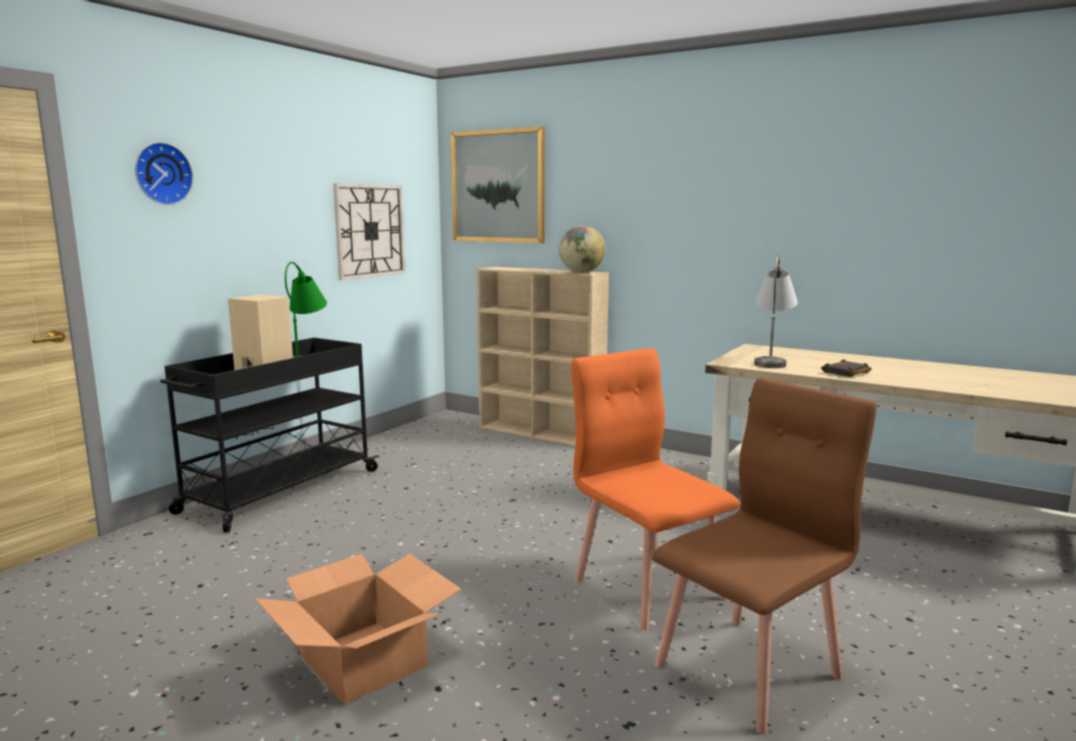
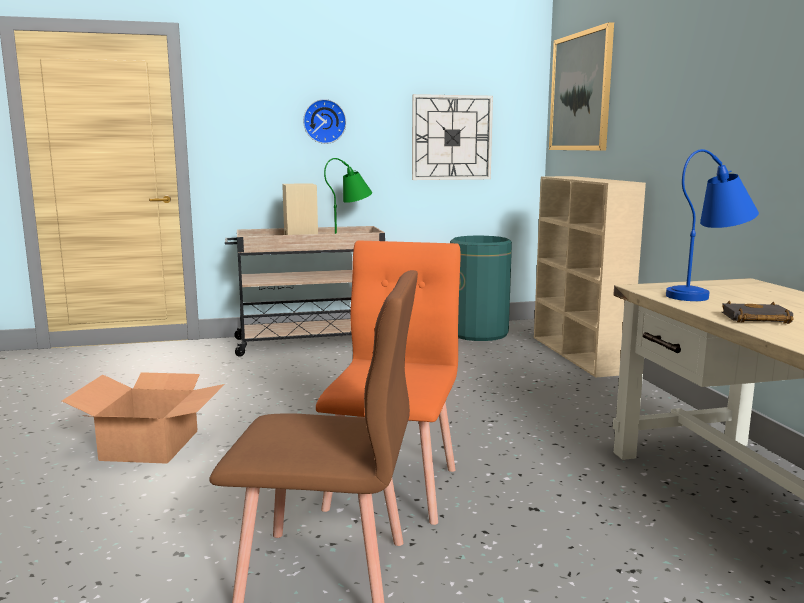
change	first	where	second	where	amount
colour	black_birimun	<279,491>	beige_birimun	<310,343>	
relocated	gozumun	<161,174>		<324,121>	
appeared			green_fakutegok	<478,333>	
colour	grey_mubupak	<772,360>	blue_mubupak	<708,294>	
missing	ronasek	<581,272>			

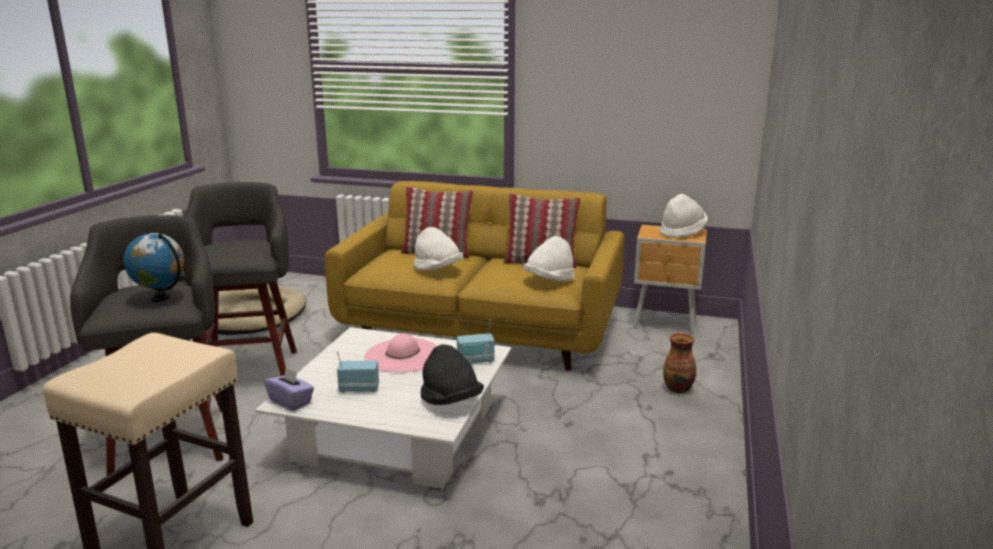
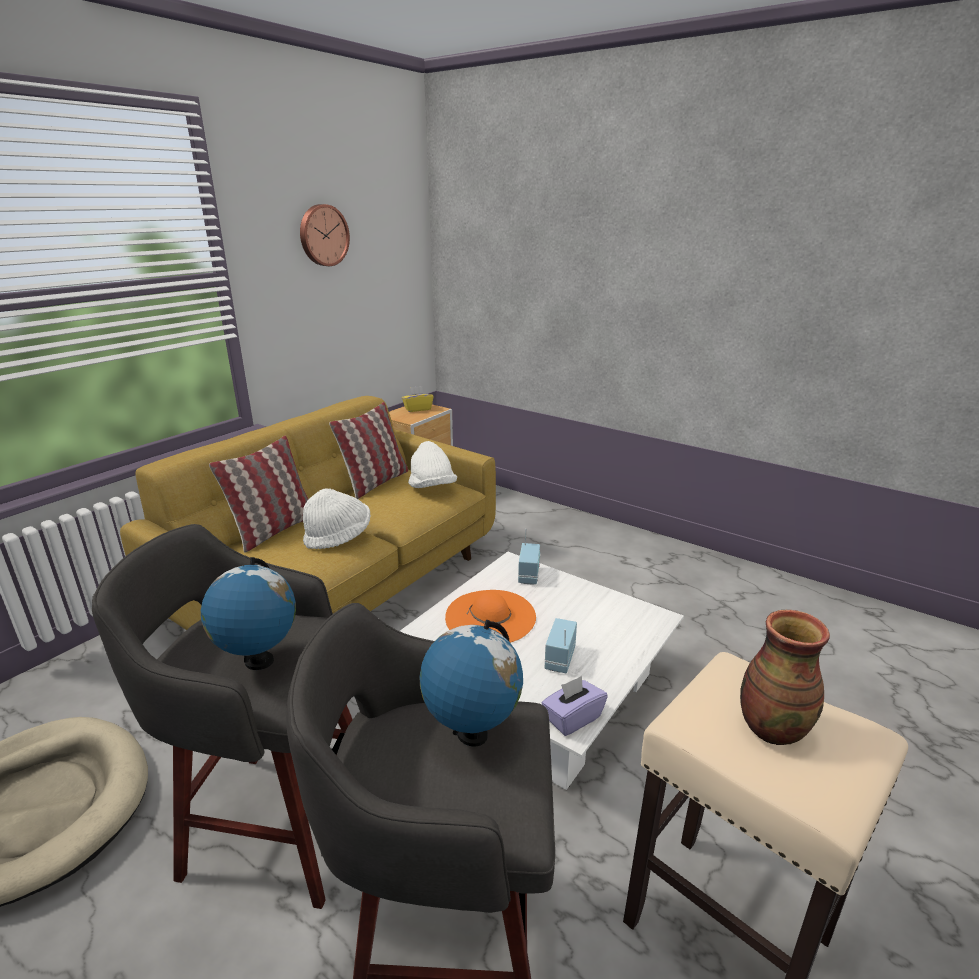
change	first	where	second	where	amount
appeared			ronasek	<259,661>	
appeared			gozumun	<323,235>	
exchanged	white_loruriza	<682,232>	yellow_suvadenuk	<417,409>	
colour	pink_loruriza	<403,355>	orange_loruriza	<490,616>	
relocated	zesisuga	<678,388>		<771,727>	
missing	black_loruriza	<450,401>			

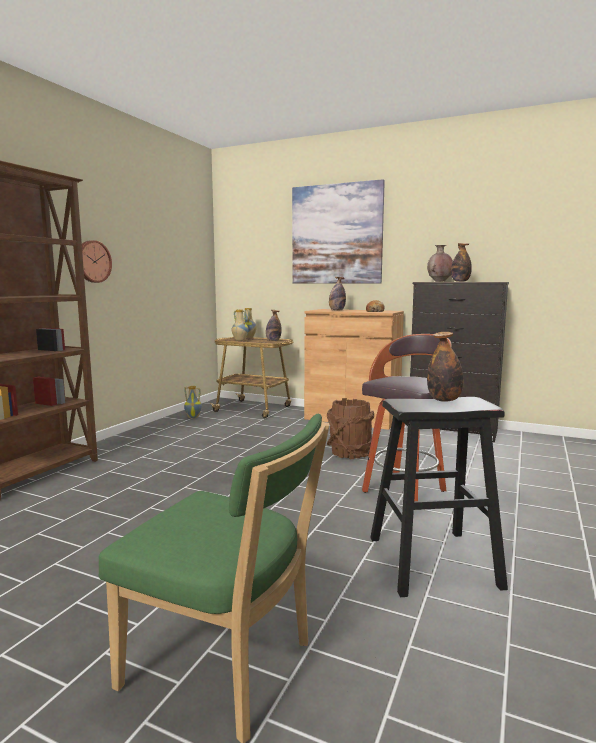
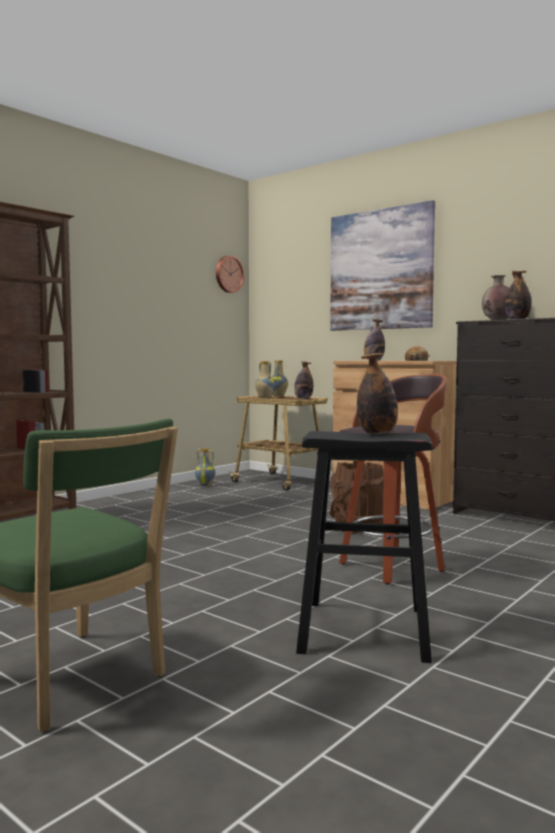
change	first	where	second	where	amount
relocated	gozumun	<92,261>		<228,274>	

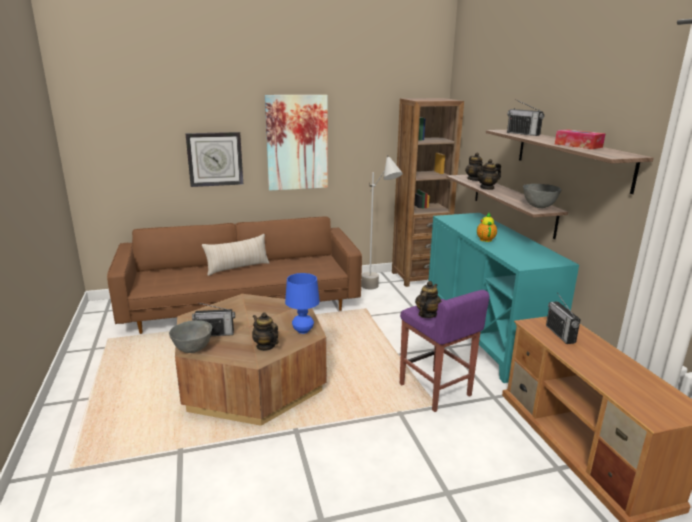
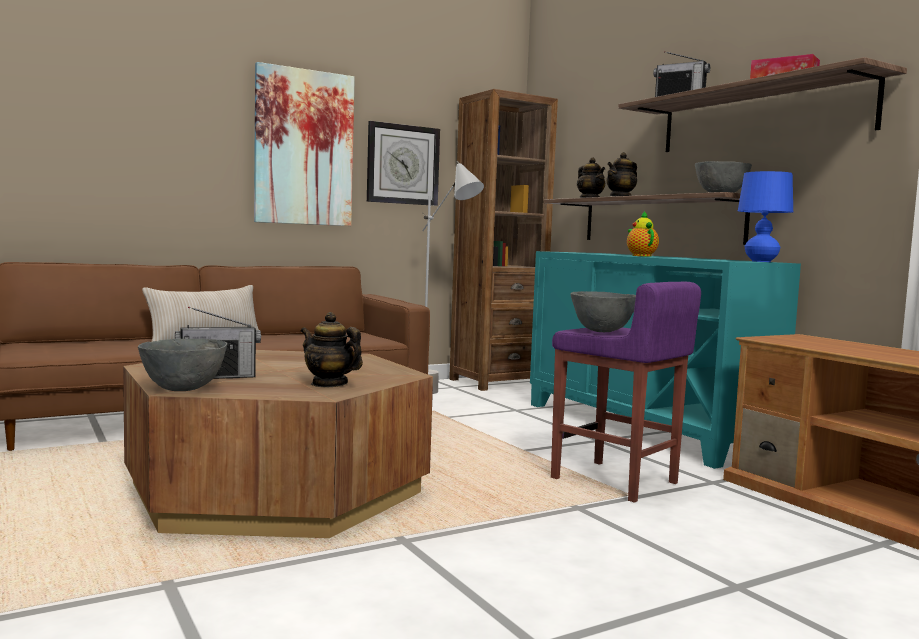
change	first	where	second	where	amount
relocated	gozumun	<215,159>		<402,164>	
exchanged	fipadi	<427,314>	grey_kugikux	<602,331>	
relocated	blue_mubupak	<303,330>		<761,261>	
missing	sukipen	<560,334>			

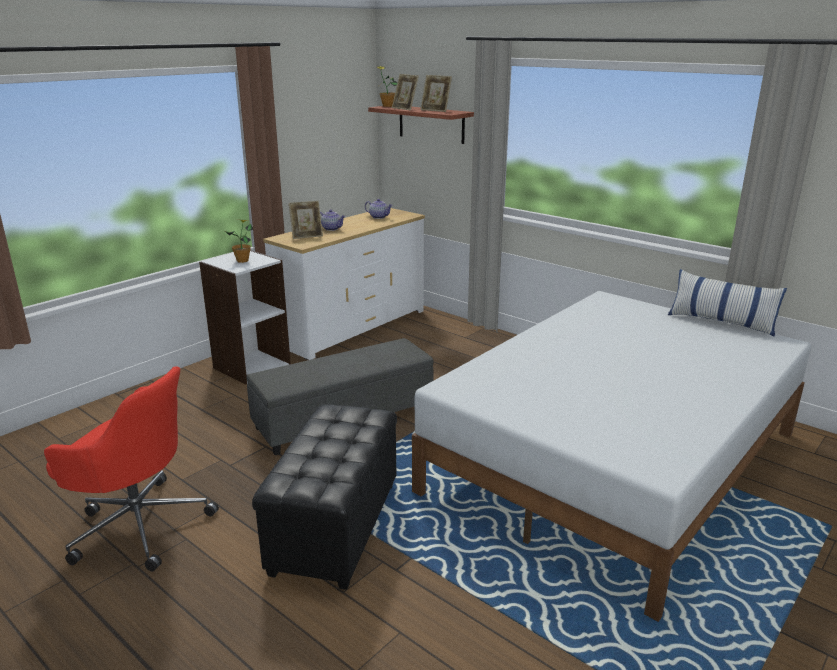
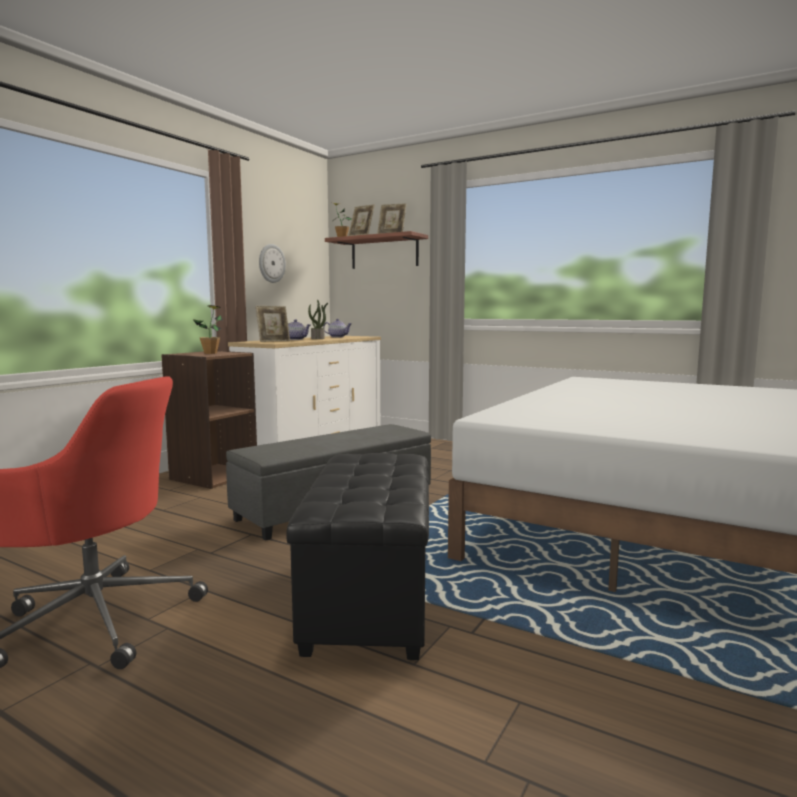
change	first	where	second	where	amount
colour	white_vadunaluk	<251,366>	brown_vadunaluk	<213,476>	
appeared			gozumun	<271,263>	
appeared			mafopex	<318,338>	
missing	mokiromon	<721,322>			

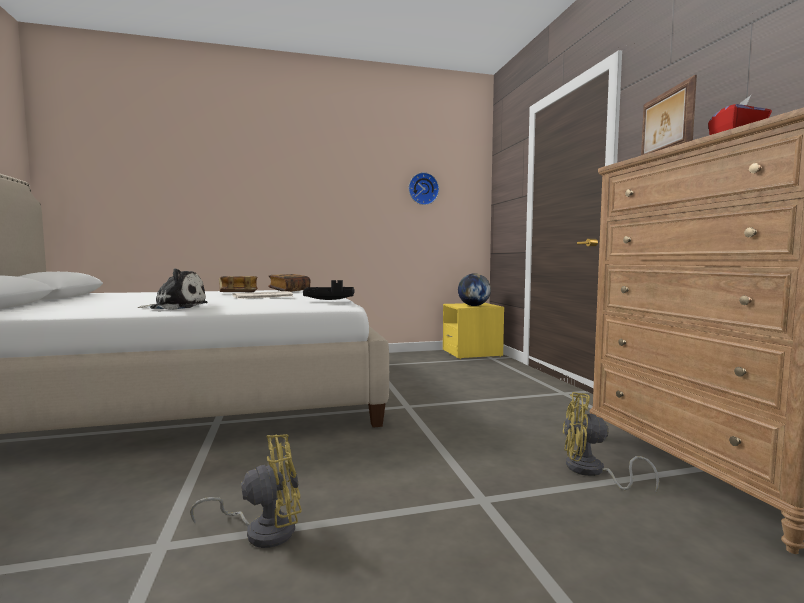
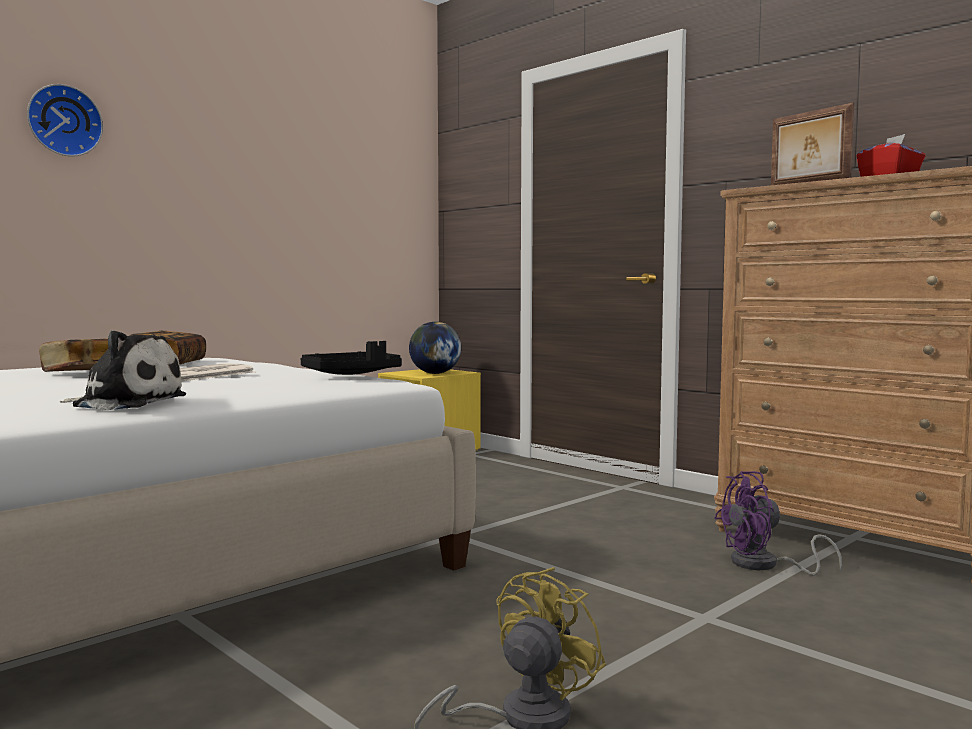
change	first	where	second	where	amount
relocated	gozumun	<423,189>		<64,121>	
spun	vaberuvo	<176,307>		<125,403>	45 degrees clockwise
colour	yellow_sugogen	<591,472>	purple_sugogen	<764,565>	

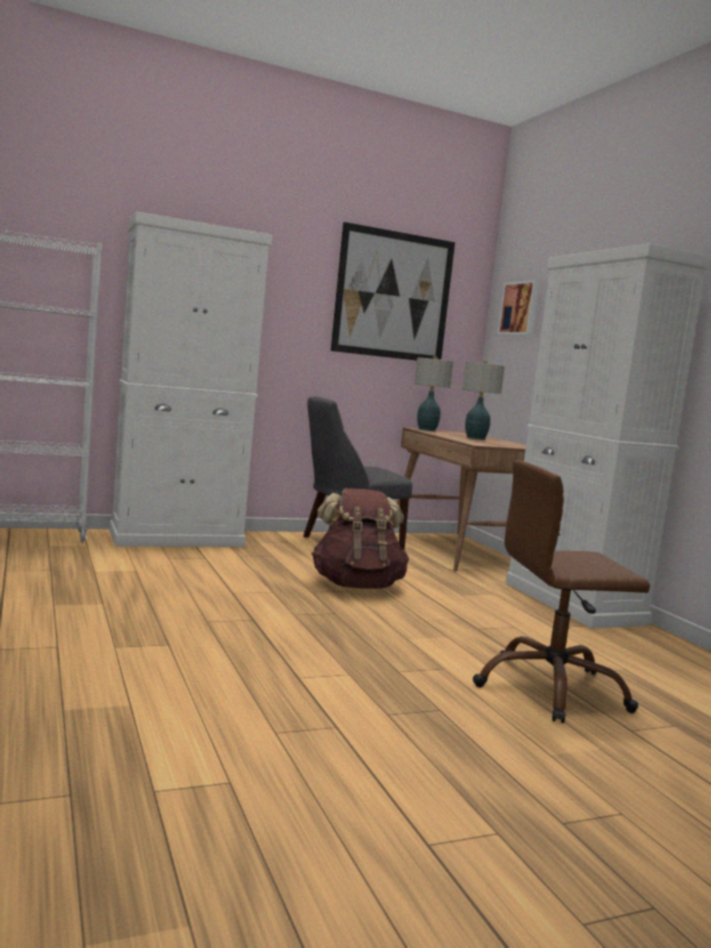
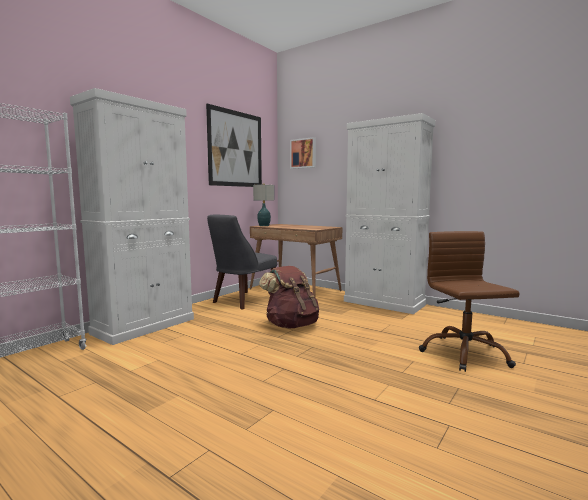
change	first	where	second	where	amount
spun	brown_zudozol	<551,689>		<464,353>	120 degrees clockwise
missing	mubupak	<476,438>			

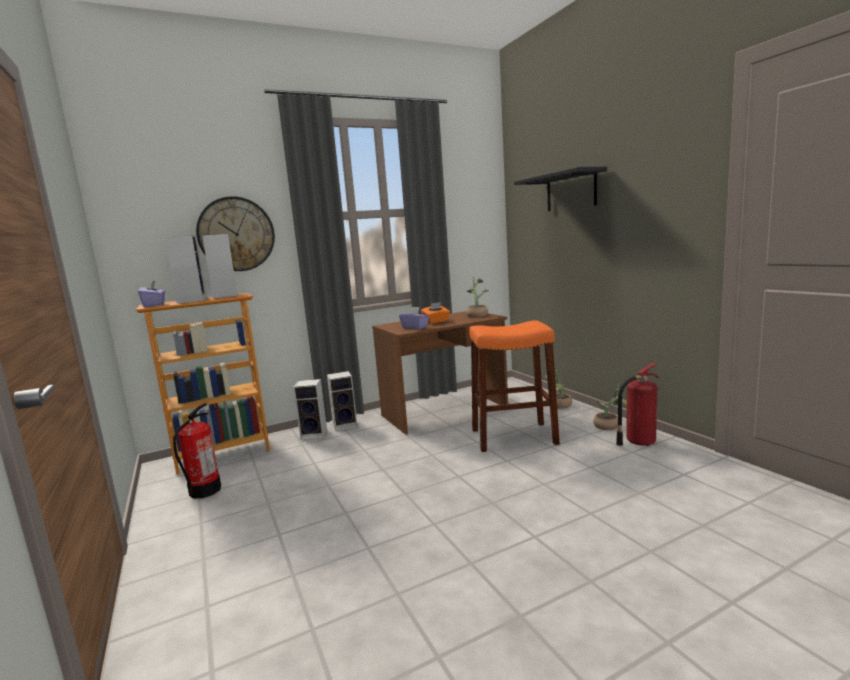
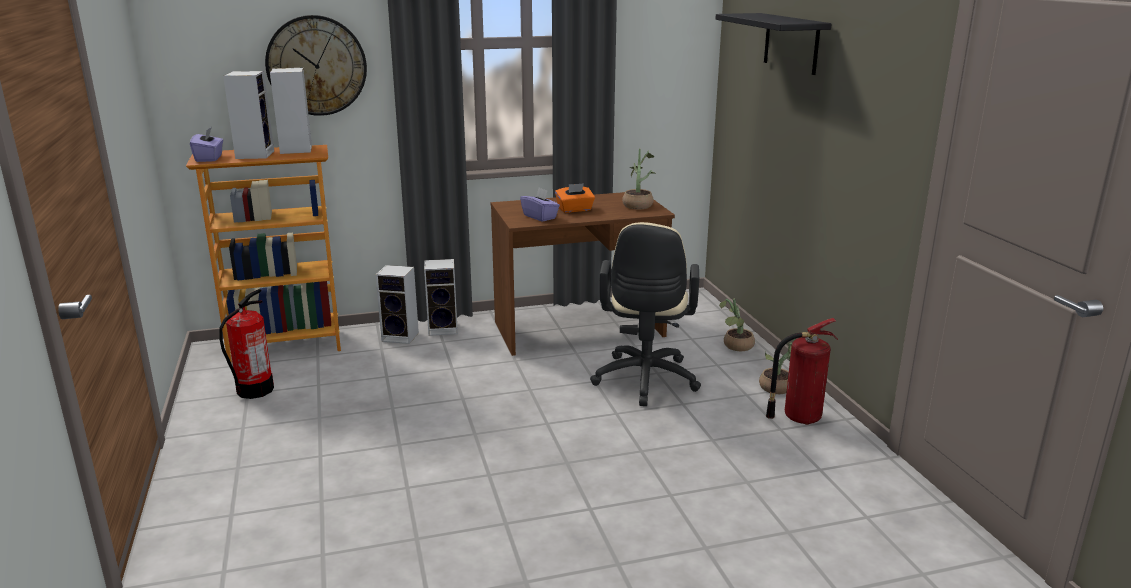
change	first	where	second	where	amount
exchanged	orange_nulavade	<513,437>	beige_zudozol	<645,382>	

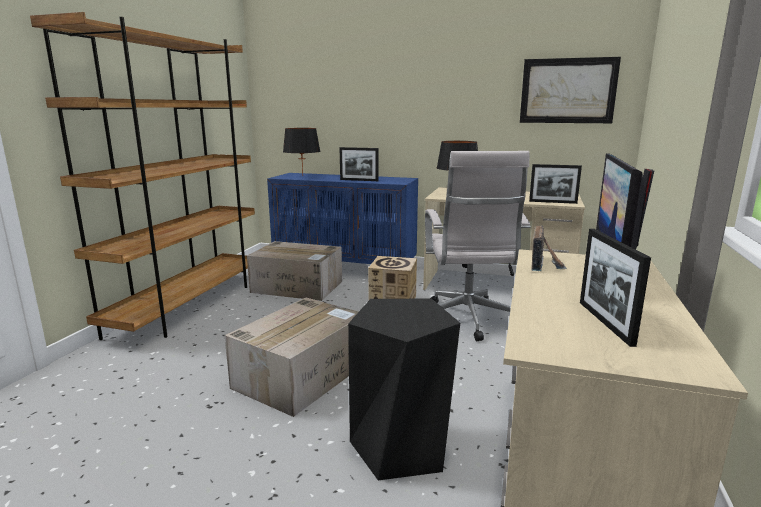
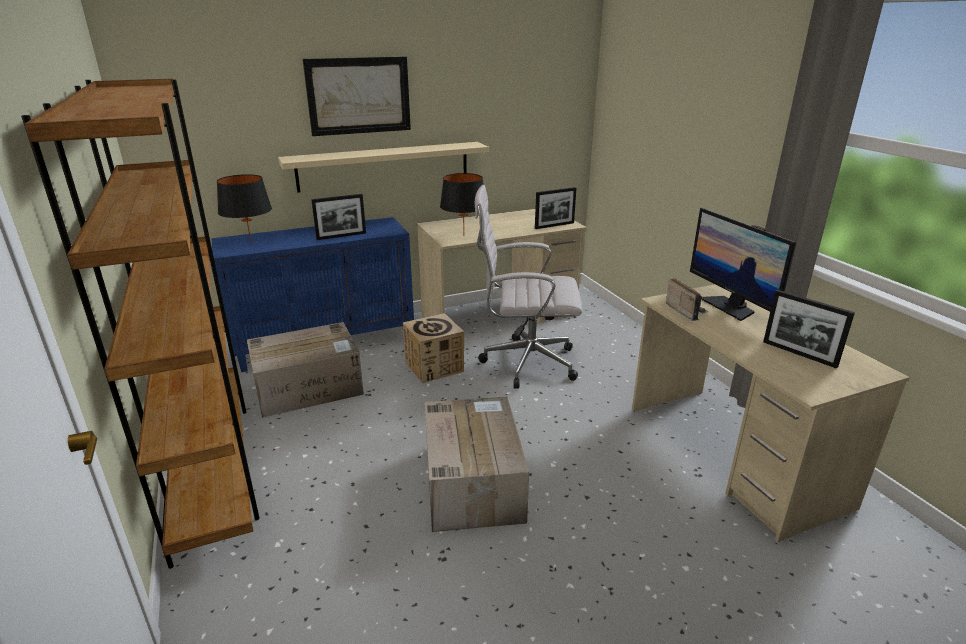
change	first	where	second	where	amount
appeared			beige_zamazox	<384,166>	
relocated	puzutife	<567,91>		<358,95>	
spun	white_zudozol	<468,321>		<525,363>	135 degrees clockwise
missing	black_nulavade	<401,446>			

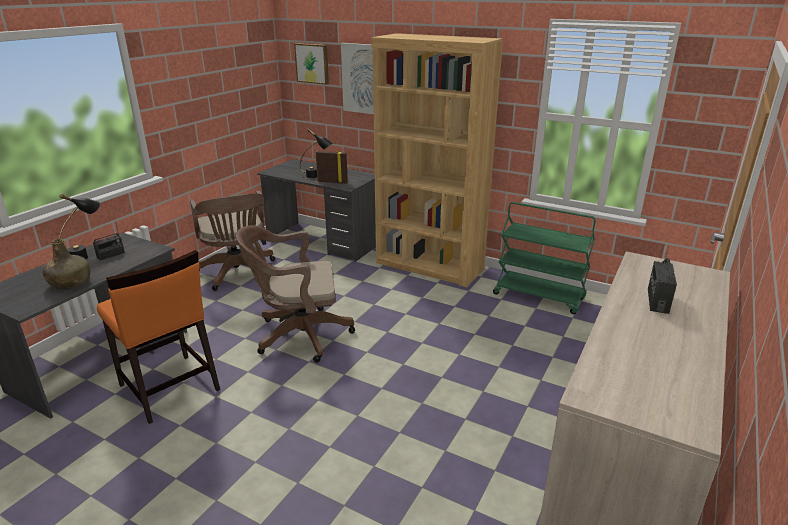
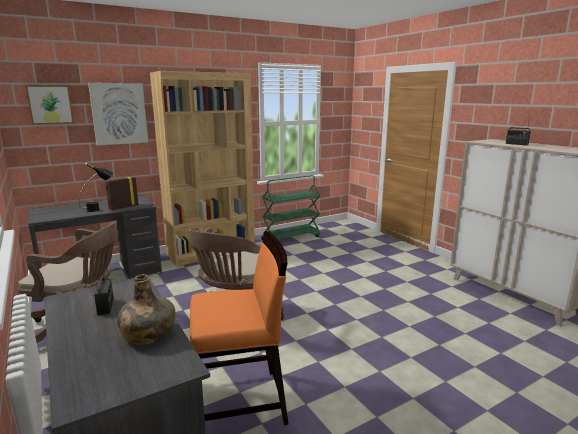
change	first	where	second	where	amount
missing	black_mubupak	<86,255>			

